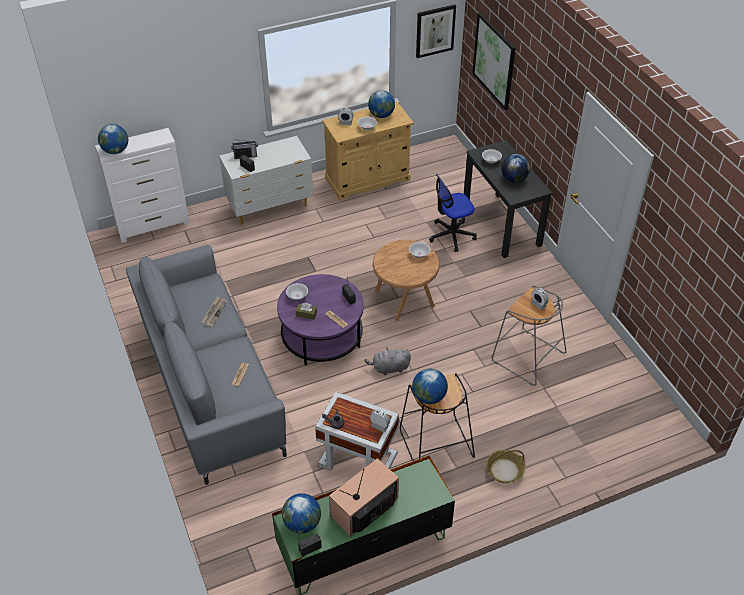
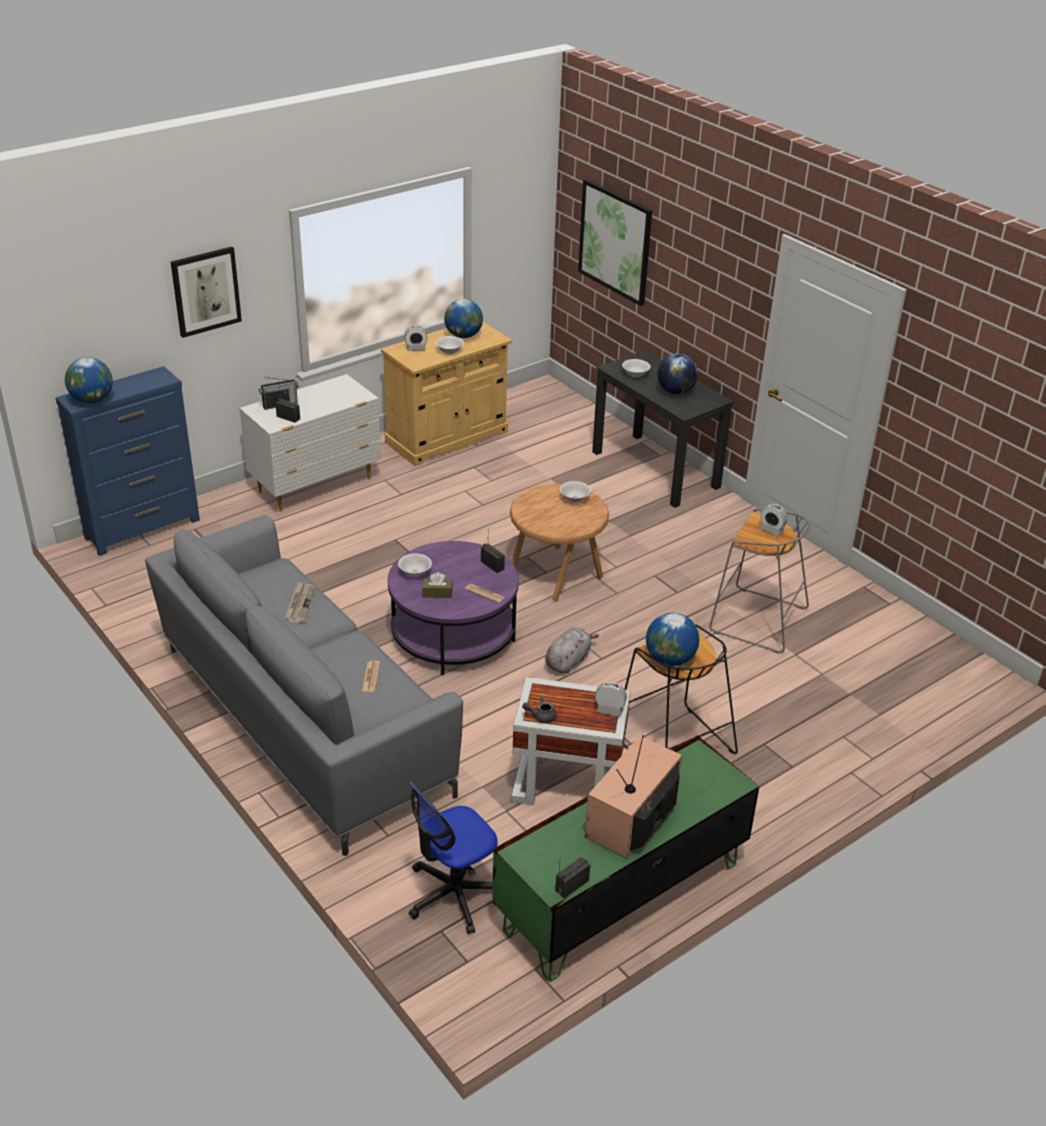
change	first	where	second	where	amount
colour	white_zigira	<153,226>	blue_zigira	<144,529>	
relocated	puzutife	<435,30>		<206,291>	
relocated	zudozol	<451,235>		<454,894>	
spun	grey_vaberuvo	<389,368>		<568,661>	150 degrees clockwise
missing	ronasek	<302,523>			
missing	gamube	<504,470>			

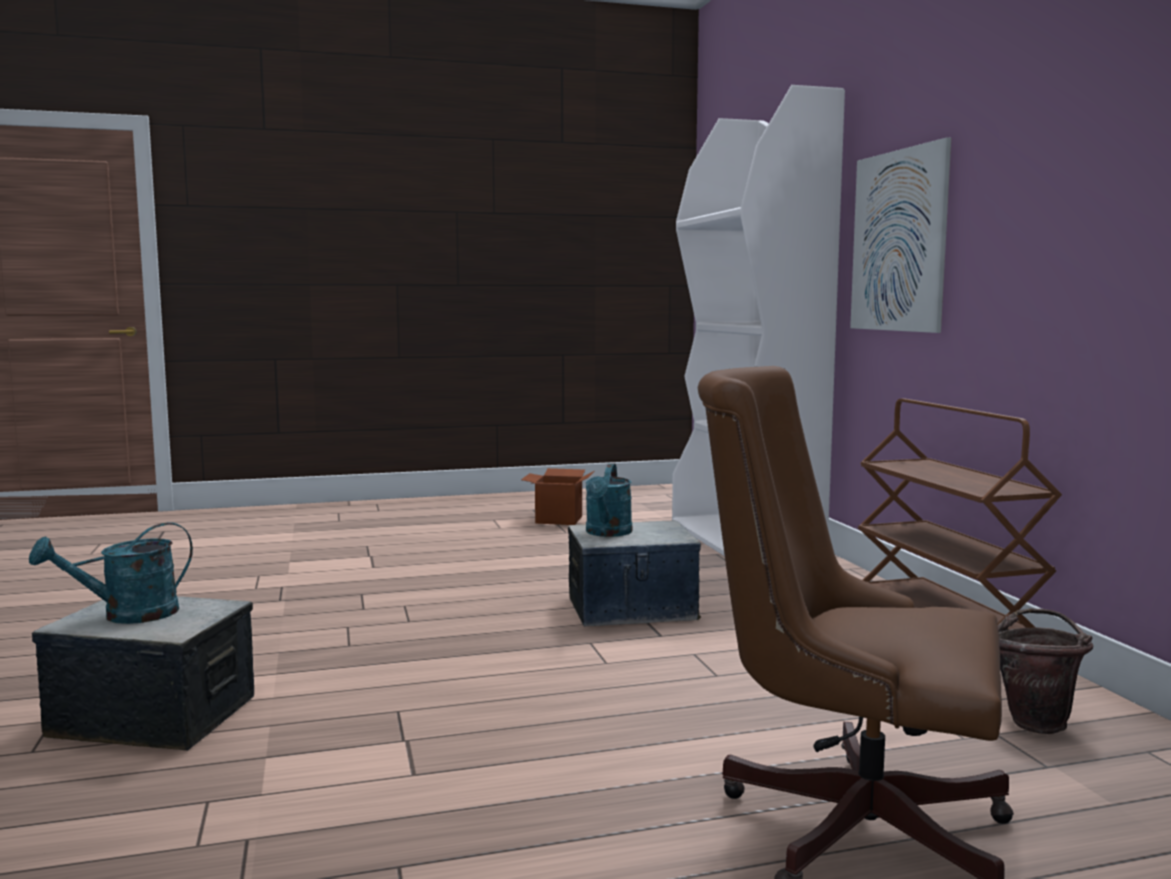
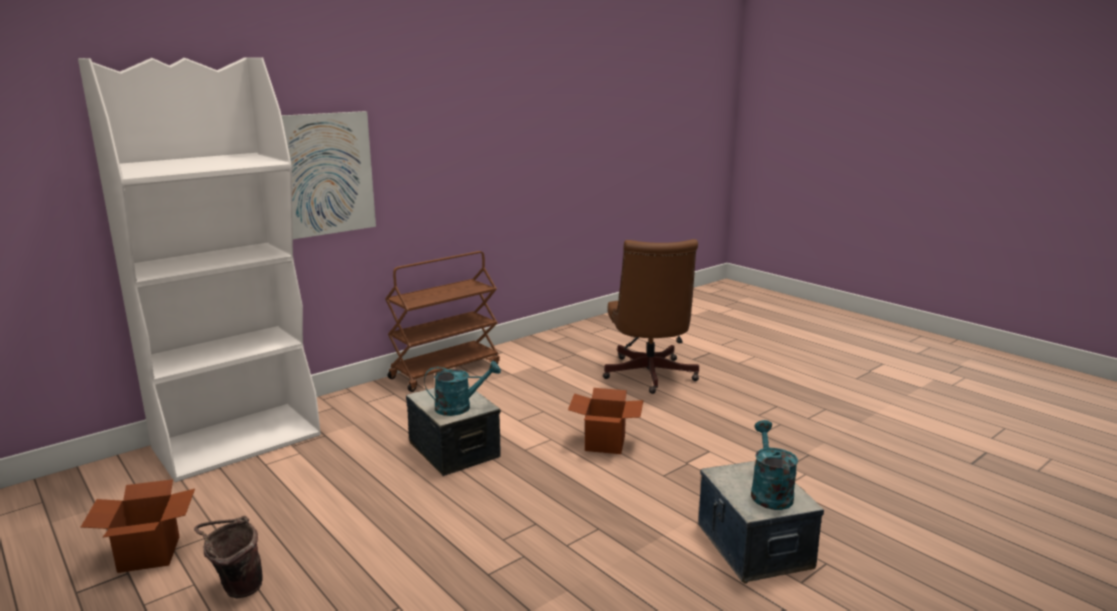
change	first	where	second	where	amount
relocated	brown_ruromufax	<1036,721>		<236,589>	
appeared			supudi	<605,443>	
spun	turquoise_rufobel	<127,616>		<769,492>	120 degrees counterclockwise

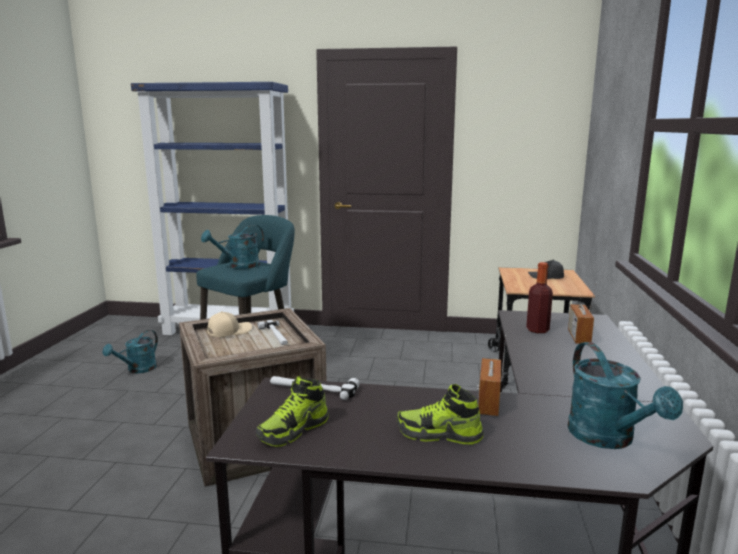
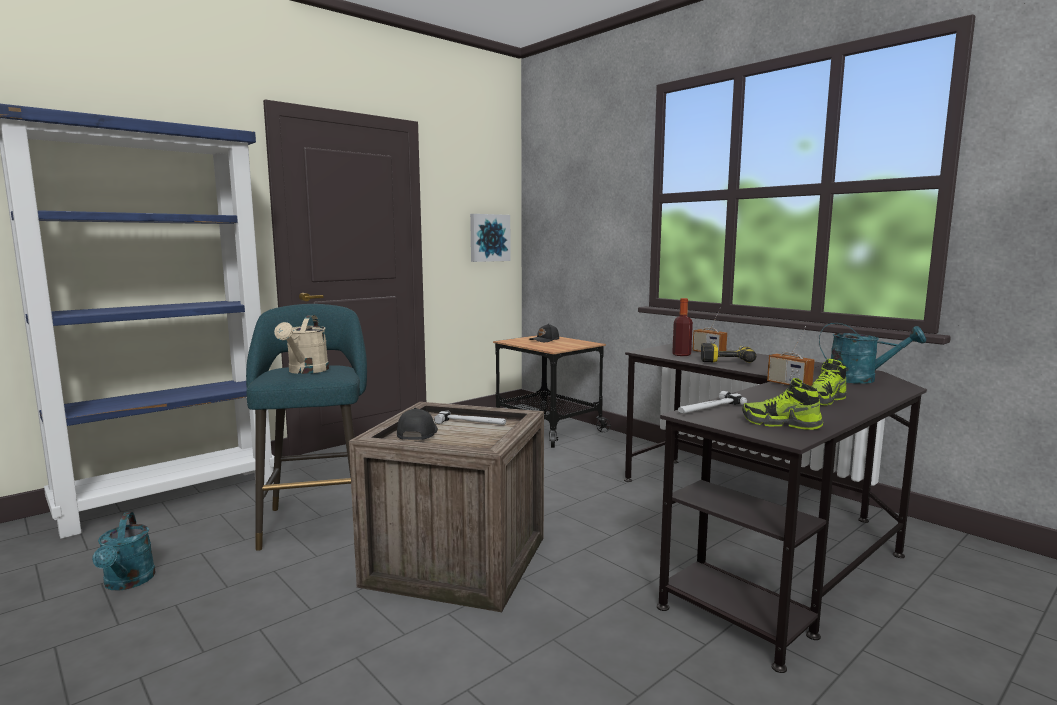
change	first	where	second	where	amount
colour	turquoise_rufobel	<239,266>	beige_rufobel	<306,371>	
colour	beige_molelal	<229,331>	black_molelal	<416,434>	
appeared			puzutife	<489,238>	
appeared			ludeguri	<726,360>	
spun	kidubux	<294,430>		<781,424>	120 degrees clockwise

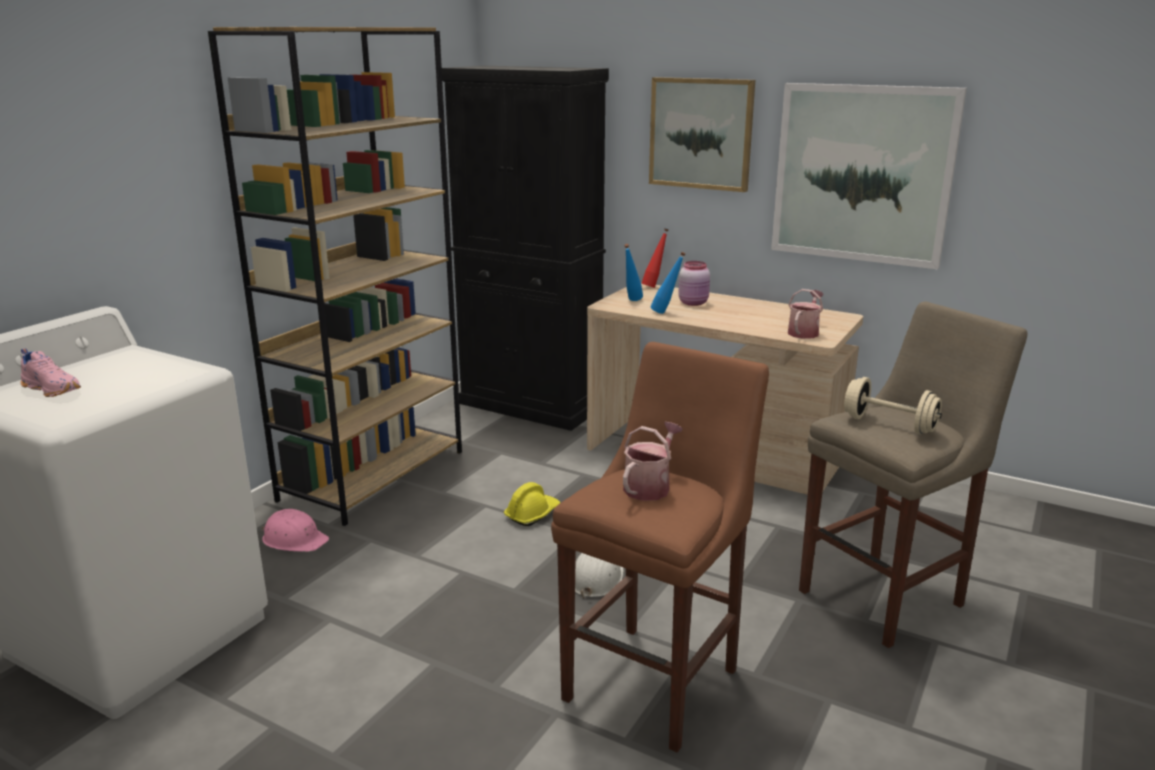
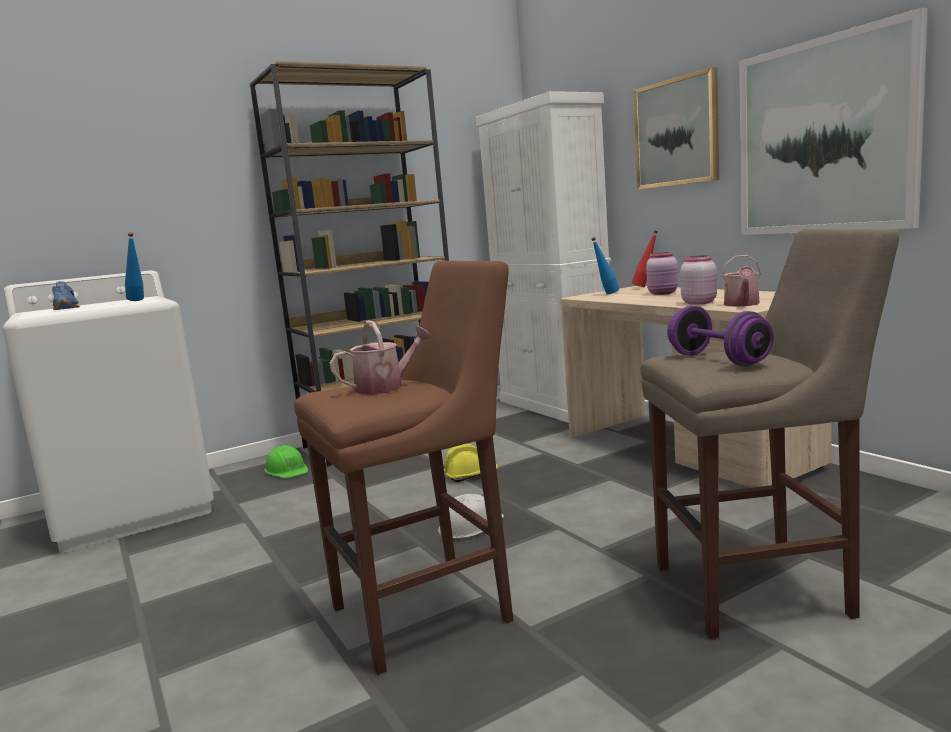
change	first	where	second	where	amount
colour	pink_kidubux	<53,389>	blue_kidubux	<67,308>	
relocated	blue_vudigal	<666,313>		<138,301>	
colour	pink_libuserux	<294,539>	green_libuserux	<287,470>	
colour	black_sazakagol	<531,405>	white_sazakagol	<556,405>	
colour	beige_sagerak	<889,425>	purple_sagerak	<718,360>	
appeared			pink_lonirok	<699,302>	
spun	rufobel	<804,332>		<742,304>	135 degrees clockwise

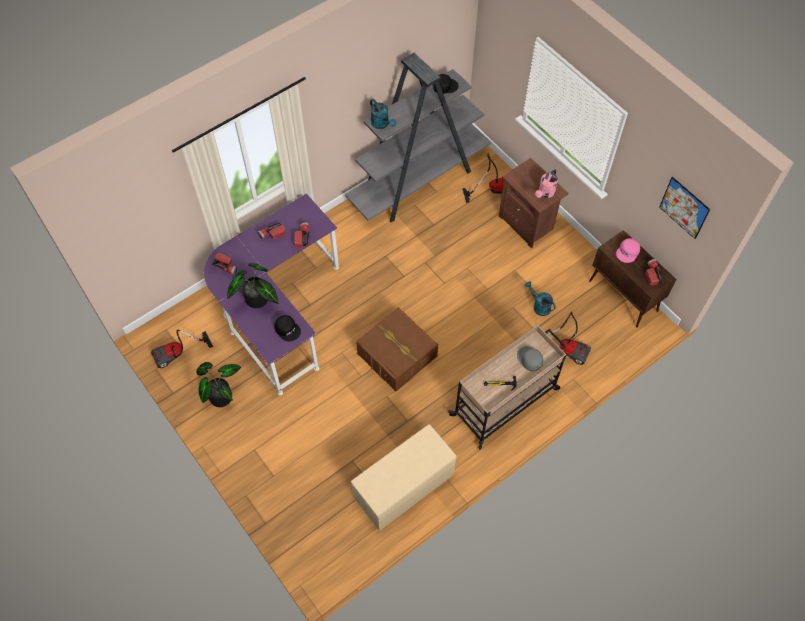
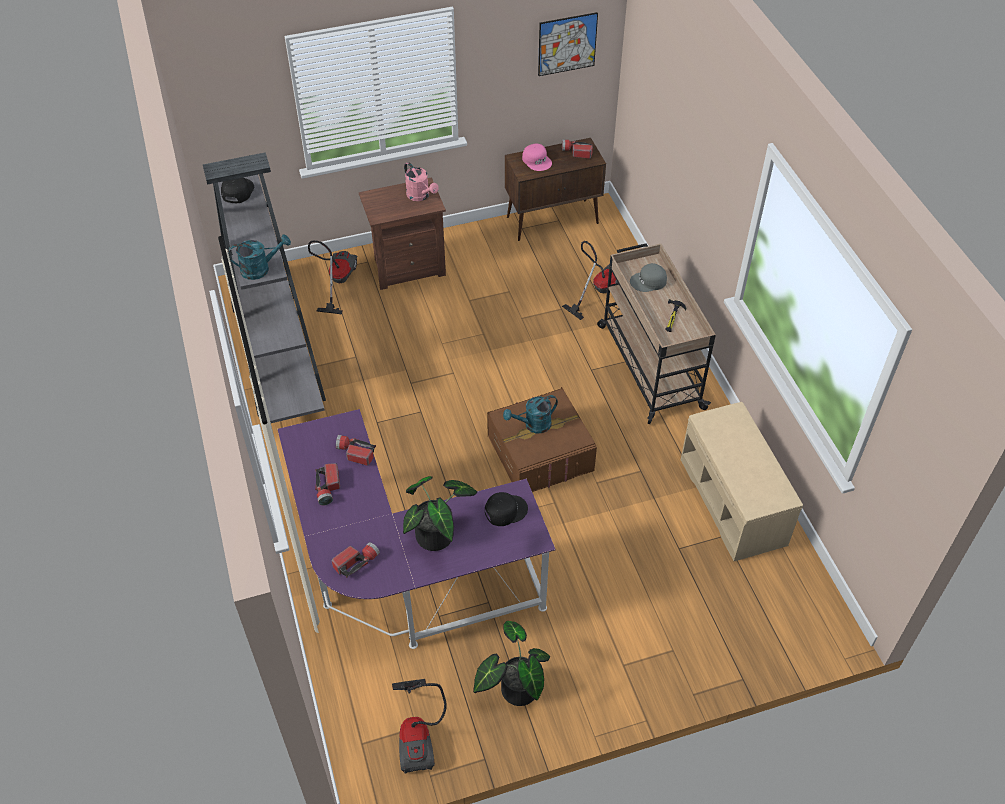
change	first	where	second	where	amount
relocated	turquoise_rufobel	<539,306>		<533,425>	

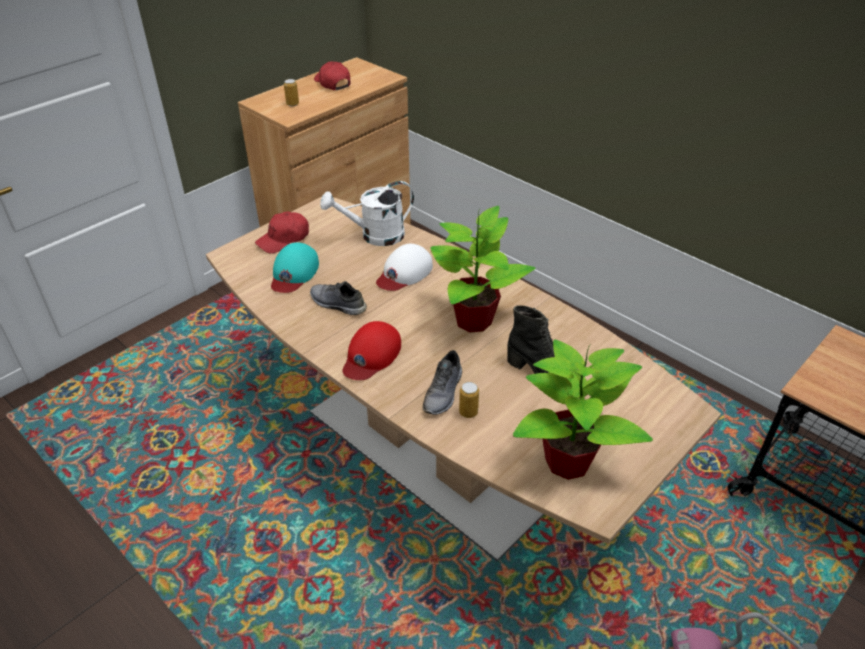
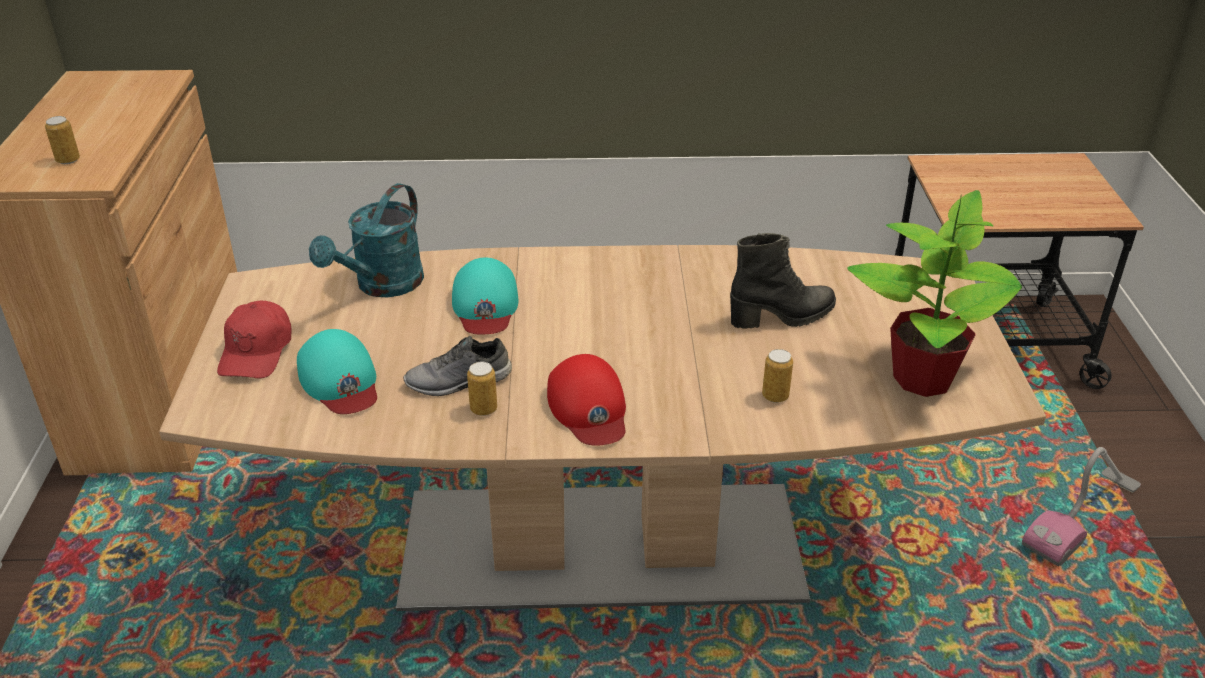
change	first	where	second	where	amount
colour	white_rufobel	<375,236>	turquoise_rufobel	<382,286>	
colour	white_molelal	<404,273>	turquoise_molelal	<485,305>	
appeared			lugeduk	<483,409>	
missing	red_molelal	<332,83>			
missing	grey_kidubux	<444,392>			
missing	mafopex	<474,320>			

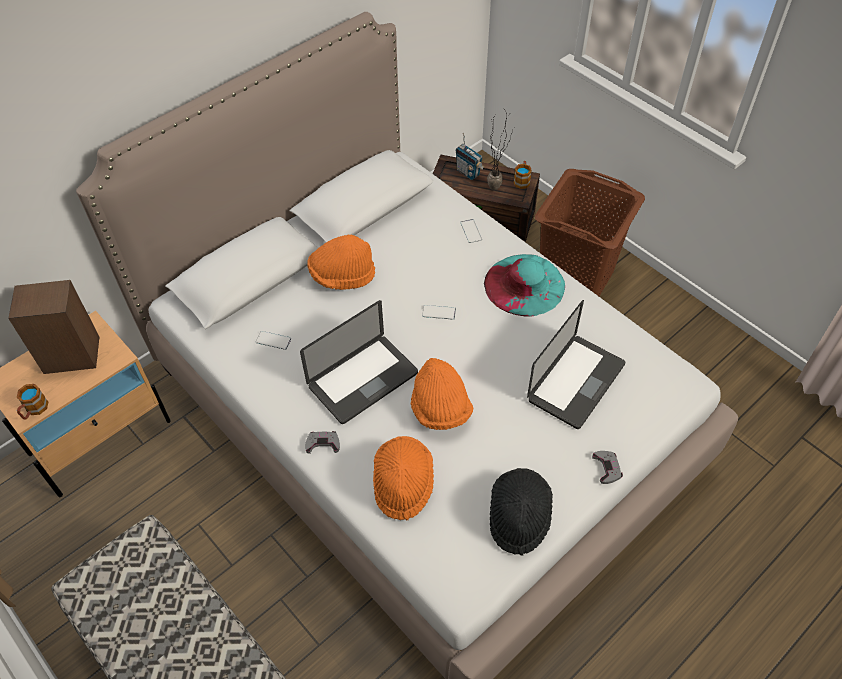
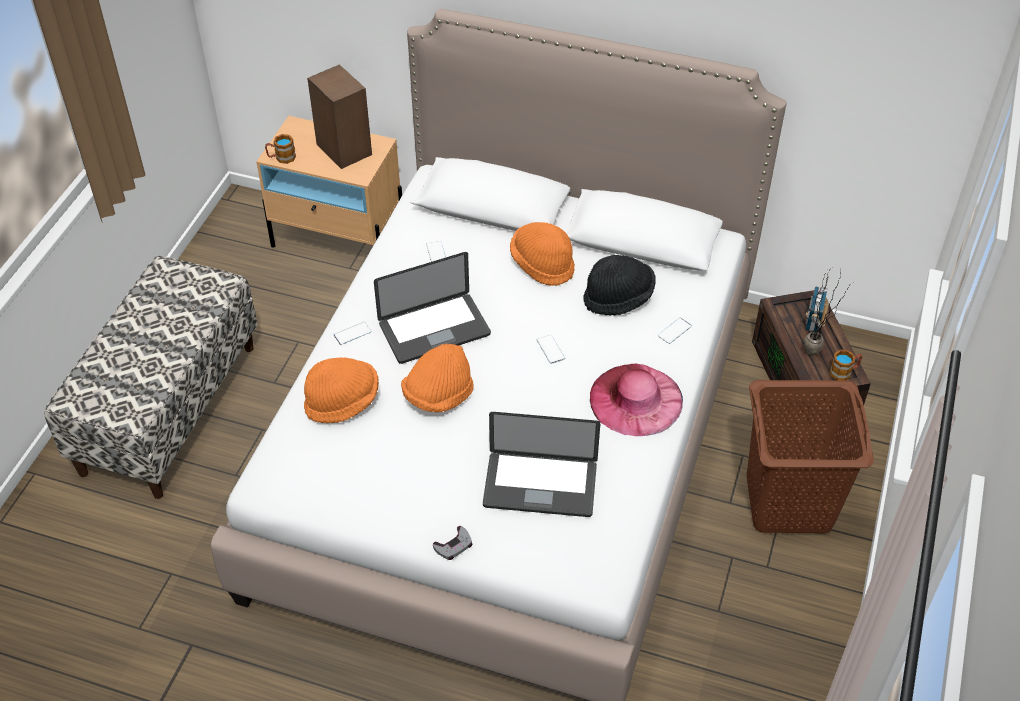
change	first	where	second	where	amount
exchanged	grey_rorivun	<323,443>	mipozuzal	<352,333>	
spun	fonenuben	<363,380>		<434,330>	45 degrees counterclockwise
relocated	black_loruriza	<519,517>		<618,298>	
colour	turquoise_loruriza	<524,284>	pink_loruriza	<635,399>	

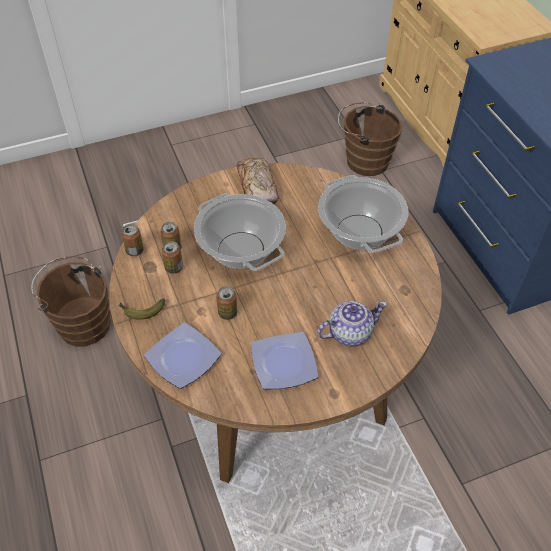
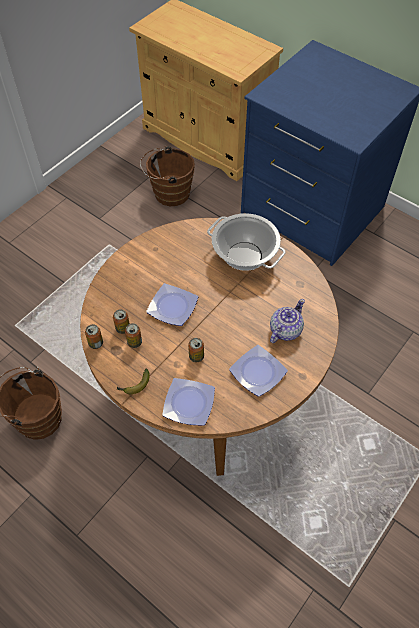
change	first	where	second	where	amount
exchanged	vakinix	<241,250>	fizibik	<173,306>	
missing	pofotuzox	<257,187>			

